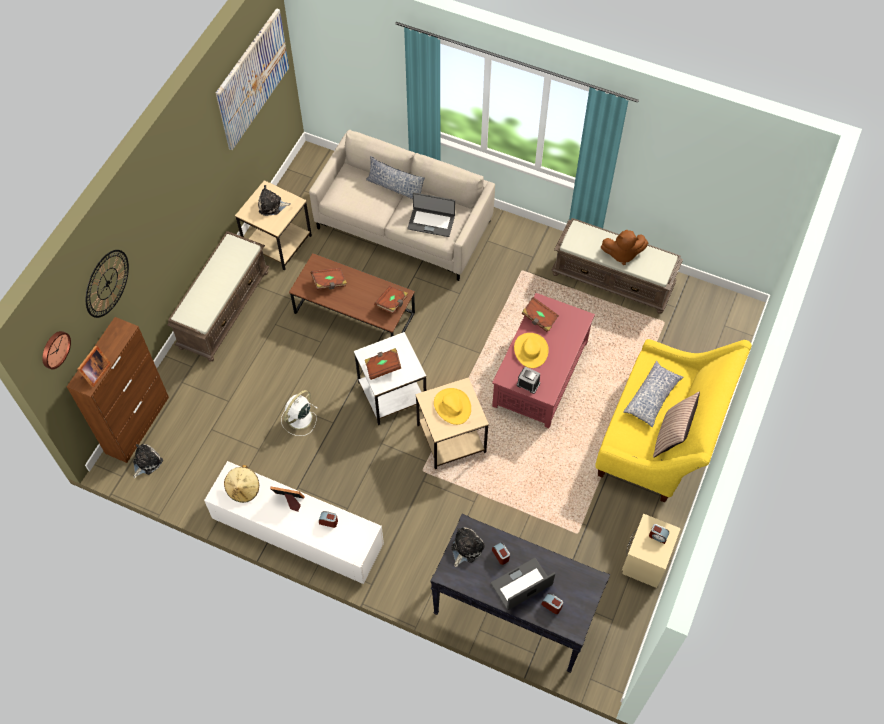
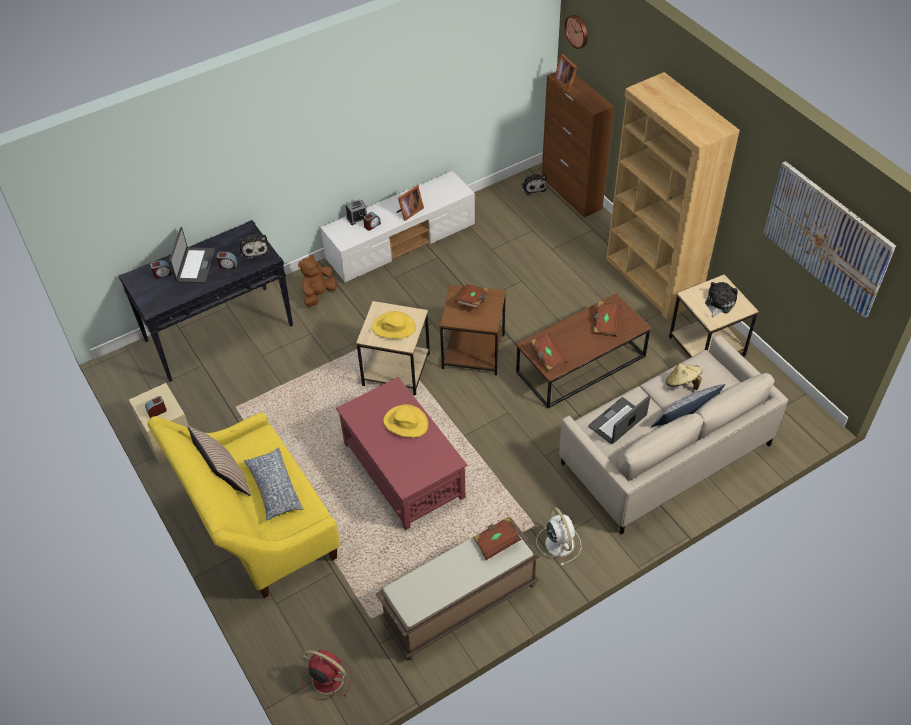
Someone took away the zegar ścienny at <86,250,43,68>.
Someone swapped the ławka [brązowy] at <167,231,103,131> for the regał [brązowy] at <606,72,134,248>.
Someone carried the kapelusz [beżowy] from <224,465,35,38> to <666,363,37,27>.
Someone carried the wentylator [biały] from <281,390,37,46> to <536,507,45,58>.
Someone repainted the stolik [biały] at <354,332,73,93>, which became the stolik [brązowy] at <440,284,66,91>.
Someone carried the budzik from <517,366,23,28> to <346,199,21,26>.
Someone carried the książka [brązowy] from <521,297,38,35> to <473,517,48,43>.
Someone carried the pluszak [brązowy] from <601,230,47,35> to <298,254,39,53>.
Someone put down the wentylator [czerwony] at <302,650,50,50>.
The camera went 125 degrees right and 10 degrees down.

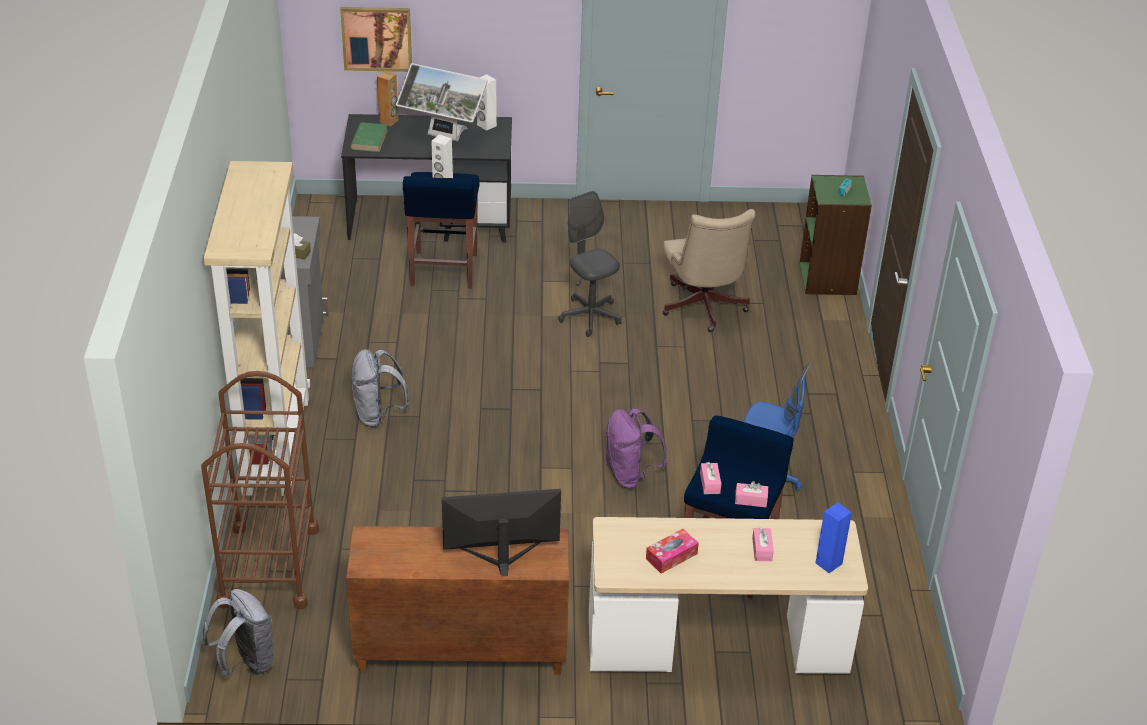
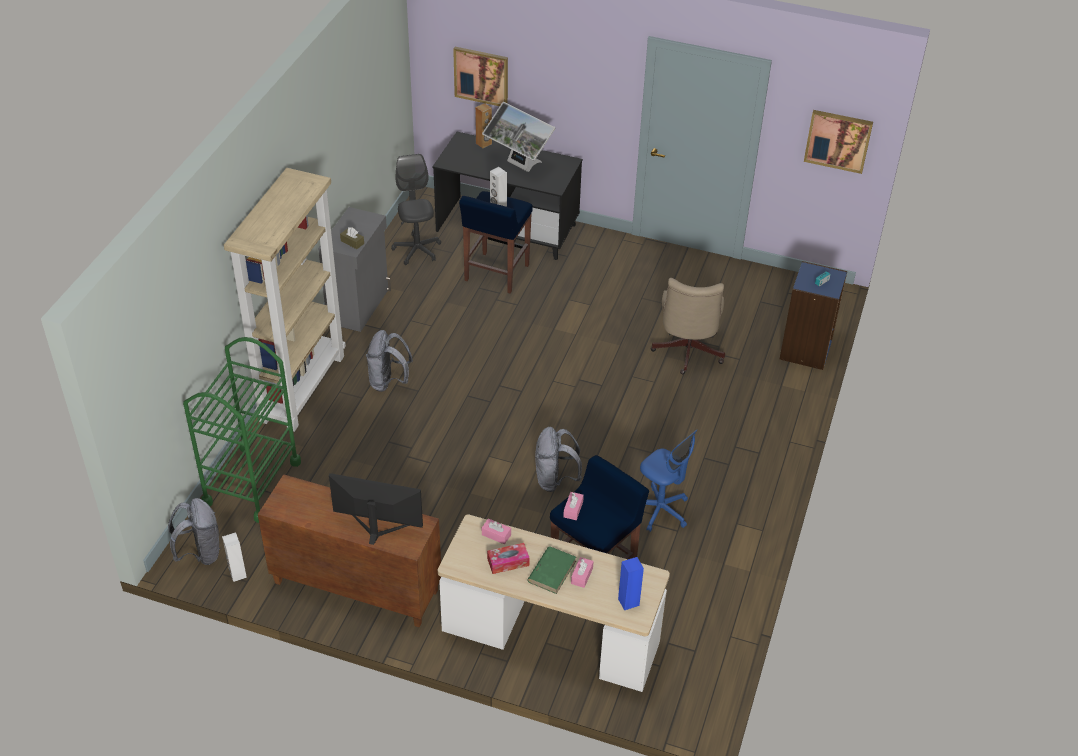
Someone repainted the wózek [brązowy] at <201,371,118,238>, which became the wózek [zielony] at <183,337,118,186>.
Someone carried the książka [zielony] from <350,122,38,30> to <528,546,48,48>.
Someone carried the głośnik [biały] from <477,74,20,57> to <222,532,25,50>.
Someone carried the krzesło biurowe [szary] from <558,191,64,146> to <391,154,50,111>.
Someone repainted the plecak [fioletowy] at <605,408,63,81>, which became the plecak [szary] at <535,427,47,65>.
Someone carried the pudełko chusteczek [różowy] from <735,481,33,26> to <482,518,29,26>.
Someone repainted the regał [zielony] at <799,175,73,120>, which became the regał [niebieski] at <780,261,67,109>.
Someone put up the obraz at <804,110,69,64>.
The camera went 20 degrees right and 5 degrees up.

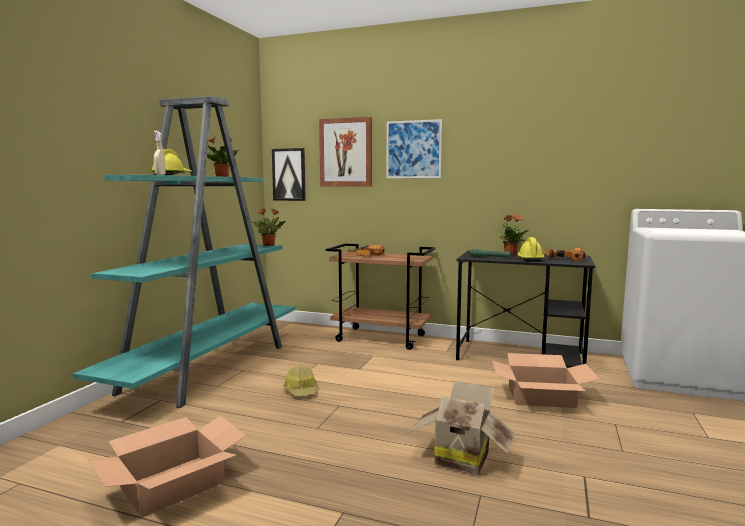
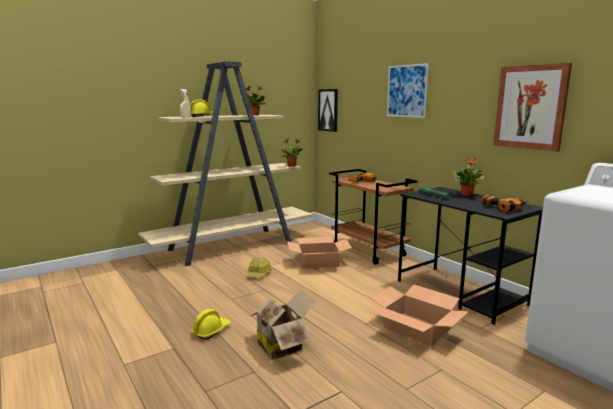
Someone repainted the regał [turkusowy] at <72,96,223,312>, which became the regał [beżowy] at <138,61,175,205>.
Someone carried the karton from <87,416,160,101> to <287,237,65,31>.
Someone carried the obraz from <319,117,53,69> to <493,63,79,88>.
Someone carried the kask [żółty] from <517,237,28,24> to <191,309,40,31>.
The camera went 35 degrees right and 5 degrees up.

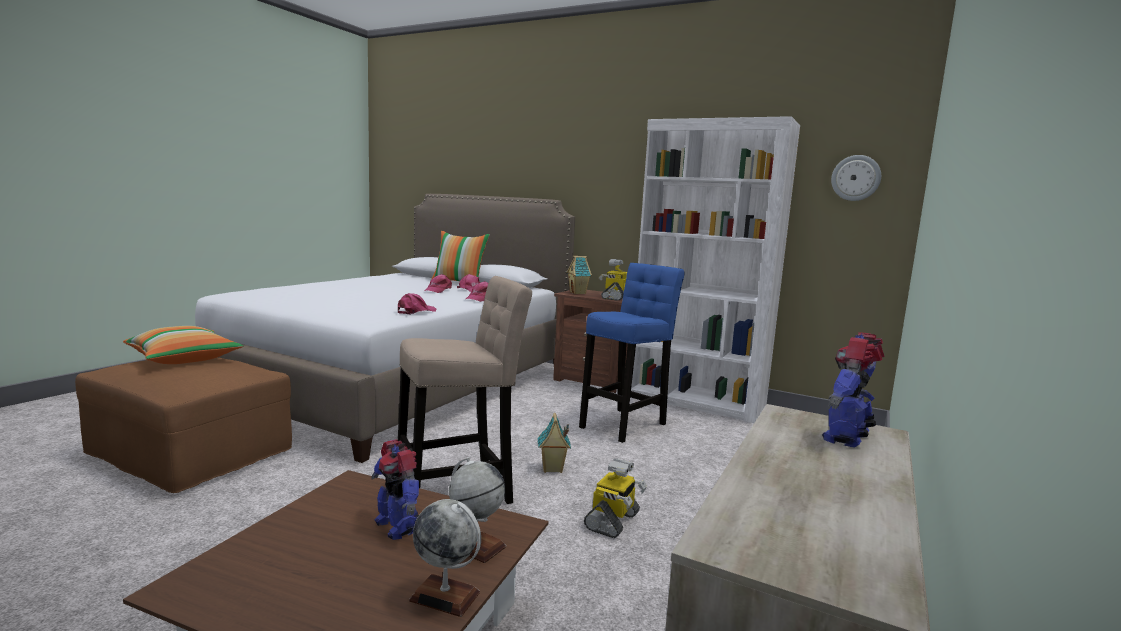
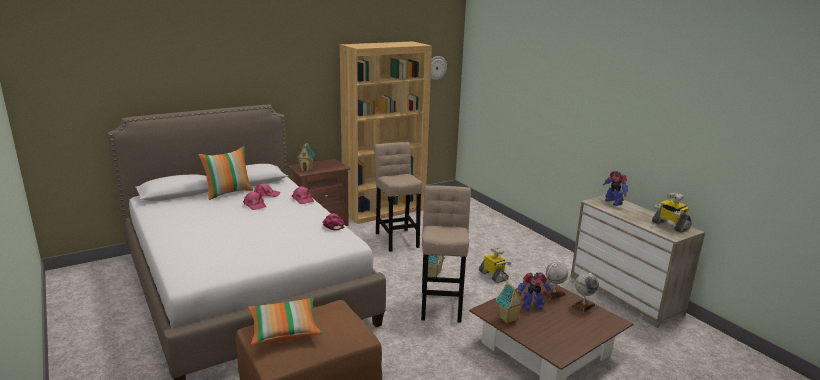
Someone repainted the stołek [niebieski] at <579,263,106,180>, which became the stołek [beżowy] at <374,142,48,110>.
Someone carried the robot zabawkowy from <599,259,28,42> to <652,192,40,41>.
Someone repainted the regał [biały] at <631,116,169,307>, which became the regał [brązowy] at <340,41,92,183>.
Someone put down the domek at <495,282,29,42>.
The camera went 60 degrees left and 10 degrees up.

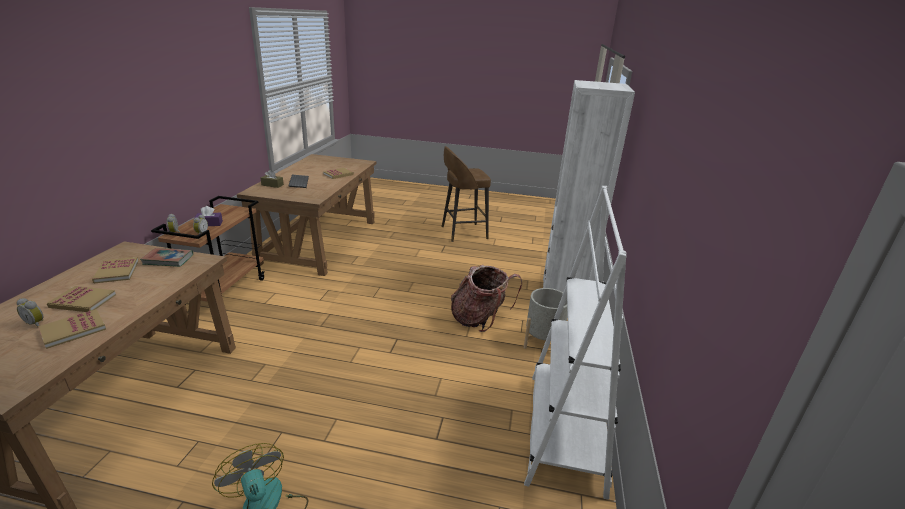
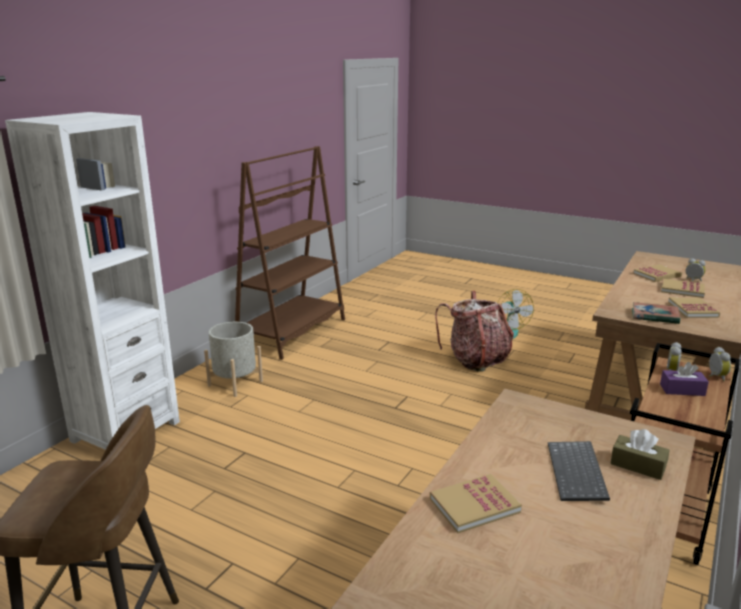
Someone carried the plecak from <451,265,71,67> to <435,291,79,81>.
Someone repainted the regał [biały] at <524,186,103,313>, which became the regał [brązowy] at <235,146,110,214>.
The camera went 160 degrees left and 5 degrees down.

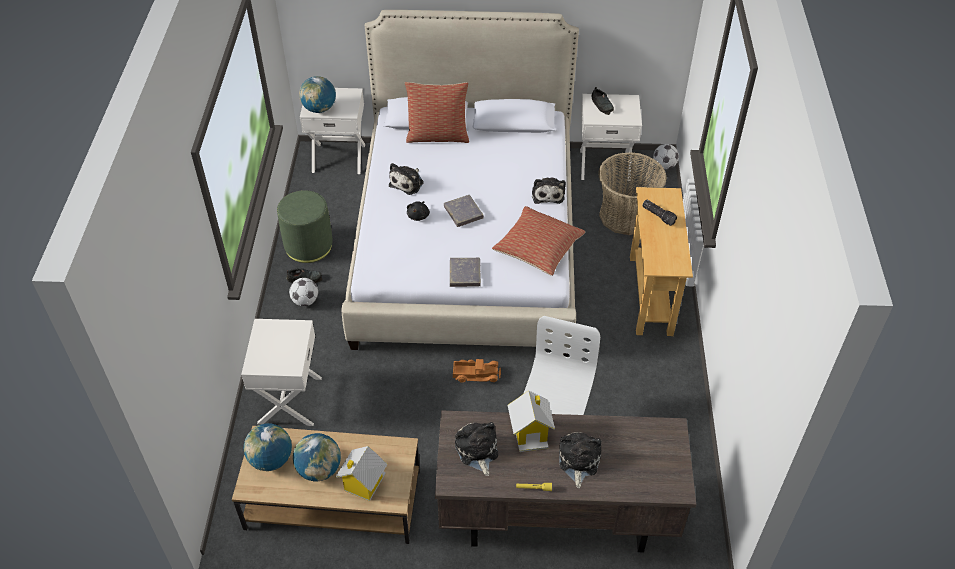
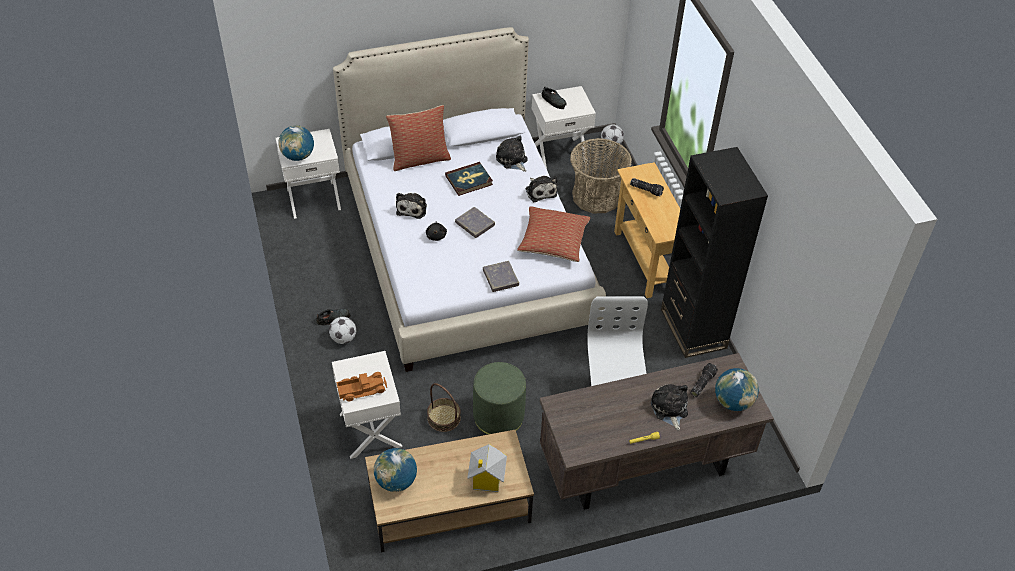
Someone carried the pufa [zielony] from <277,190,56,73> to <473,362,53,73>.
Someone carried the globus from <293,433,48,48> to <715,368,44,43>.
Someone carried the ciężarówka zabawkowa from <453,359,48,24> to <336,372,51,30>.
Someone carried the pluszak from <455,422,43,54> to <496,136,32,36>.
Someone took away the domek at <508,390,47,62>.
Someone put down the koszyk at <427,383,34,49>.
Someone put down the książka at <445,162,48,34>.
Someone put down the regał [czarny] at <661,147,107,211>.
Someone put down the latarka at <690,363,28,34>.
The camera went 20 degrees left and 0 degrees up.

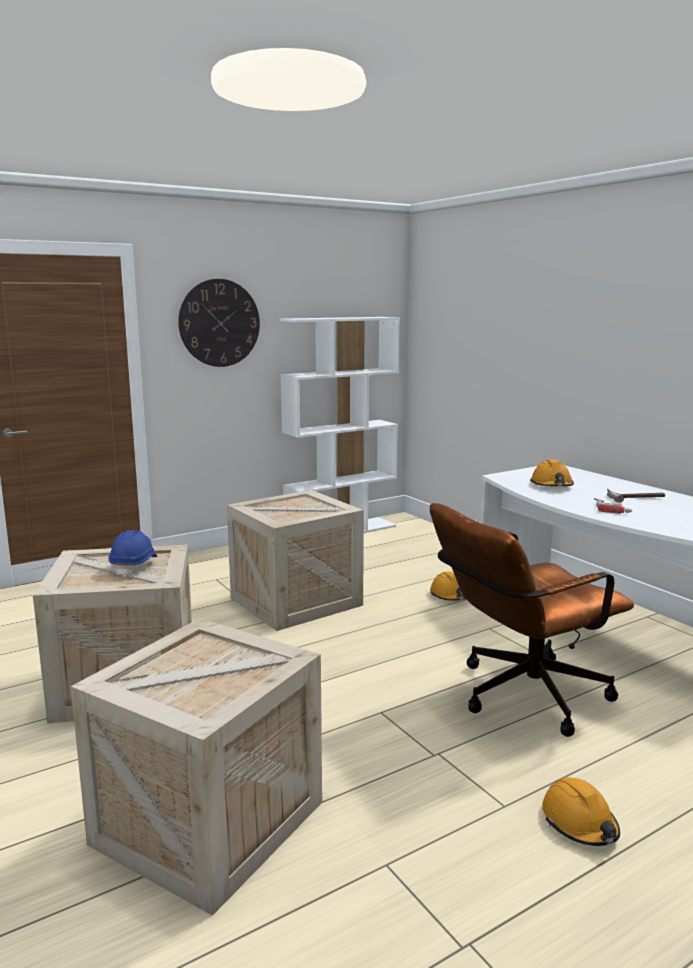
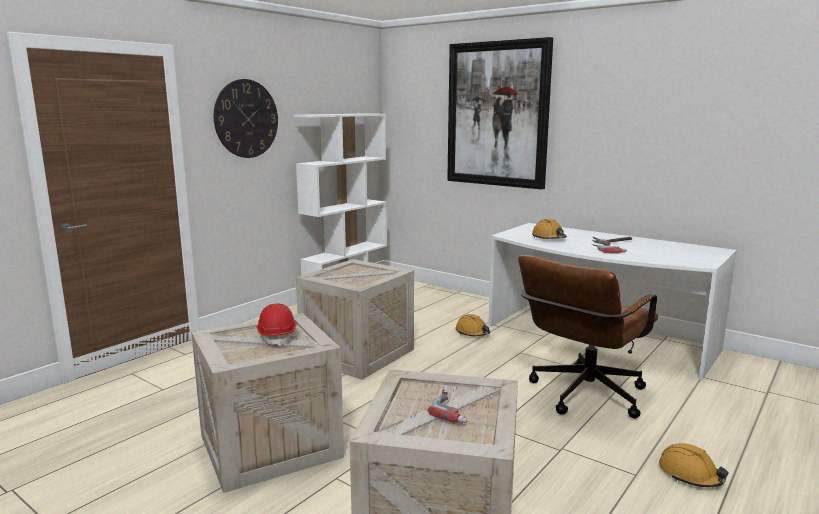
Someone repainted the kask [niebieski] at <109,530,48,47>, which became the kask [czerwony] at <257,303,40,43>.
Someone put down the wiertarka at <428,389,39,34>.
Someone put up the obraz at <447,37,106,152>.
The camera went 20 degrees left and 0 degrees up.

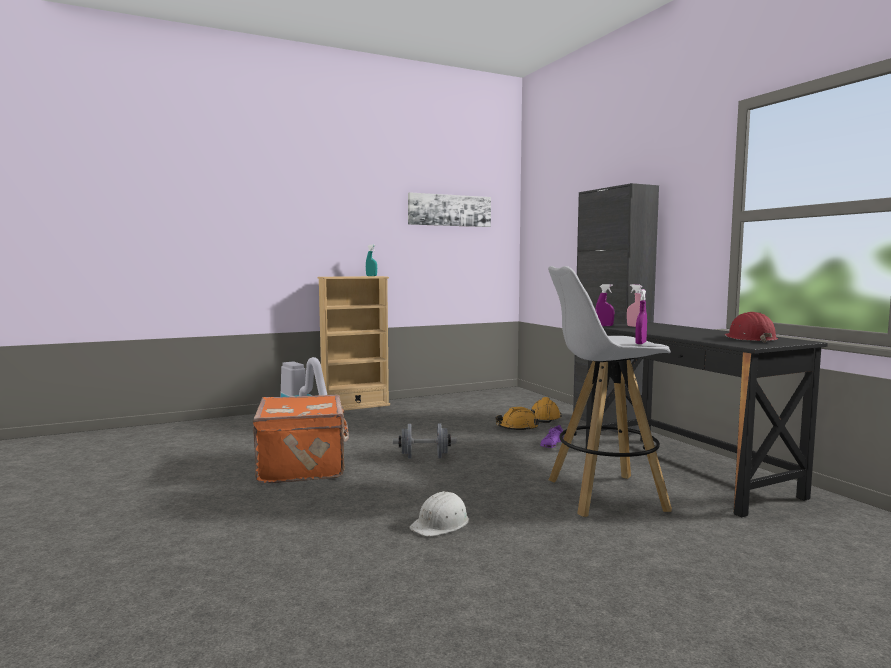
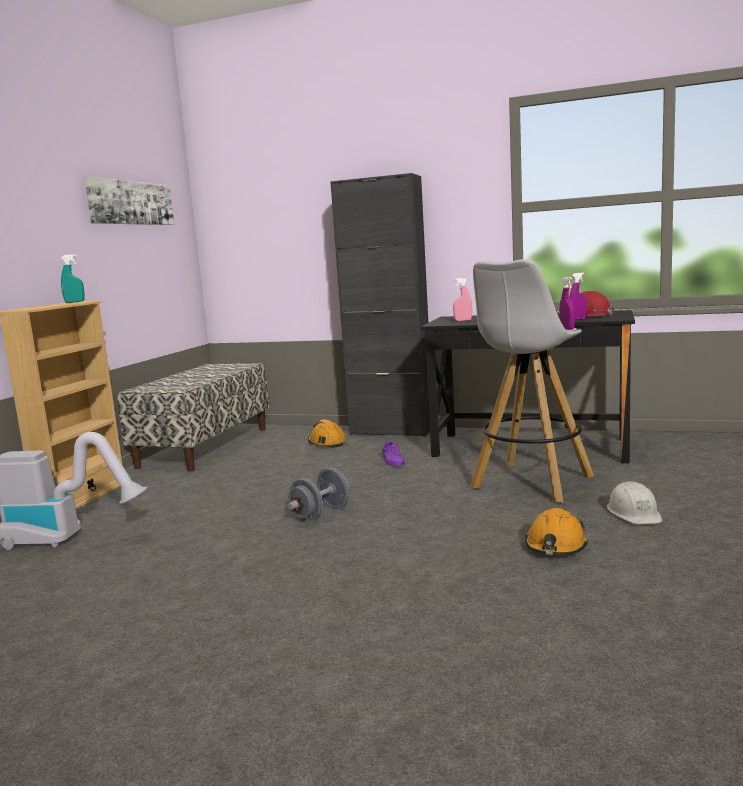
Someone took away the walizka [pomarańczowy] at <253,394,96,89>.
Someone carried the kask [biały] from <409,491,60,46> to <607,481,55,44>.
Someone carried the kask [pomarańczowy] from <496,407,43,24> to <525,508,63,47>.
Someone carried the spryskiwacz [fioletowy] from <595,284,19,42> to <569,272,18,48>.
Someone put down the ławka at <117,363,152,109>.
The camera went 45 degrees left and 5 degrees up.

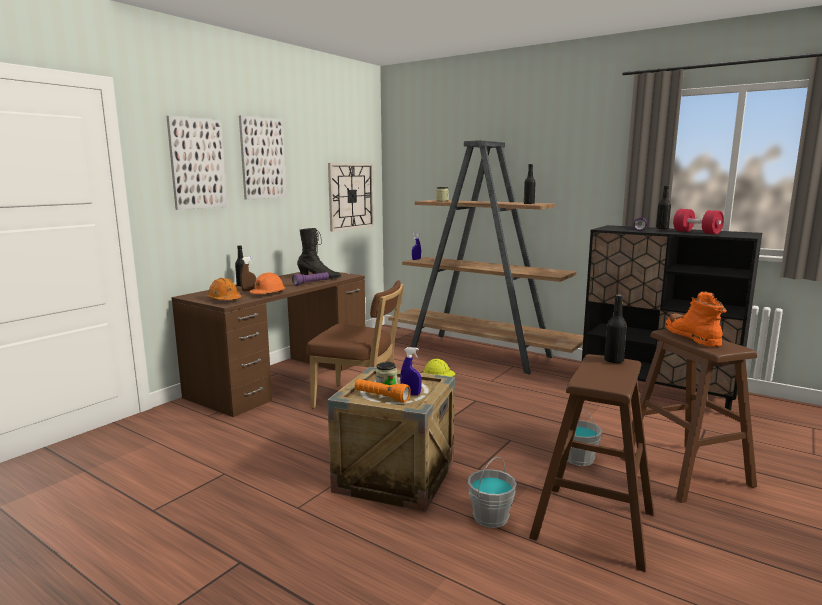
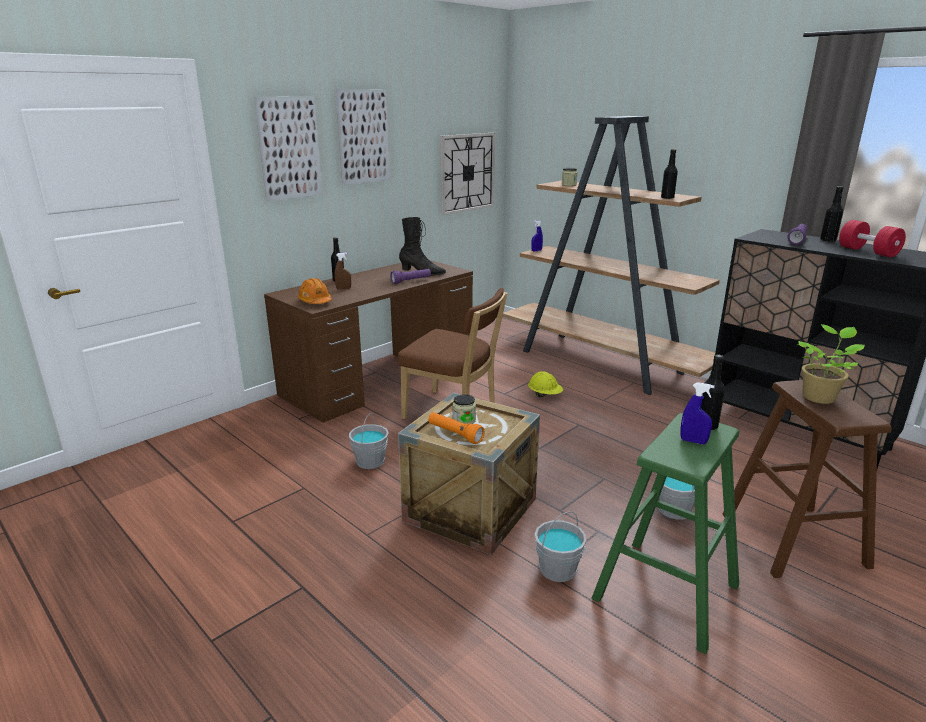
Someone took away the kask [pomarańczowy] at <249,273,36,21>.
Someone carried the spryskiwacz [niebieski] from <400,347,22,48> to <680,382,35,62>.
Someone repainted the stołek [brązowy] at <529,354,125,218>, which became the stołek [zielony] at <591,413,148,241>.
Someone swapped the but z cholewką [pomarańczowy] at <665,292,62,55> for the roślina doniczkowa at <796,324,69,80>.
Someone put down the wiadro [szary] at <349,413,40,56>.
The camera went 10 degrees right and 10 degrees up.

